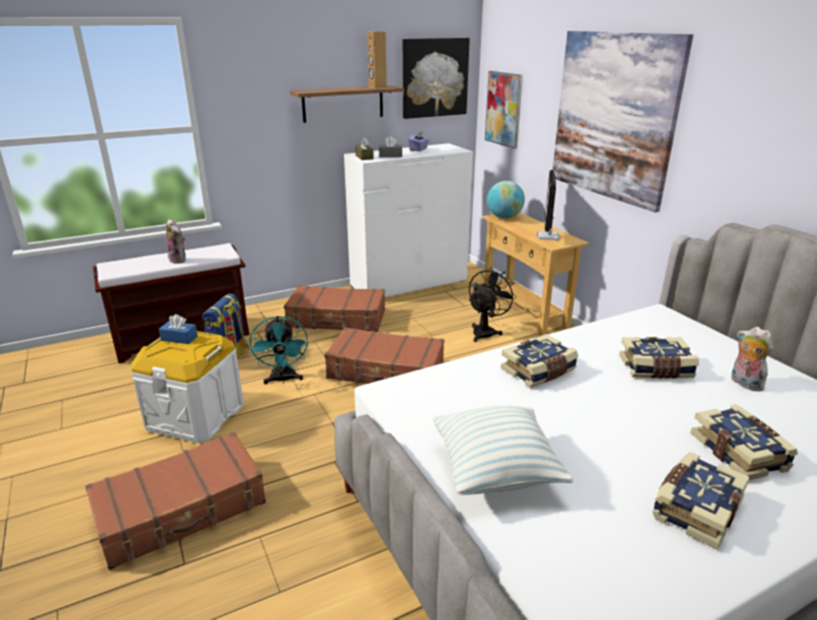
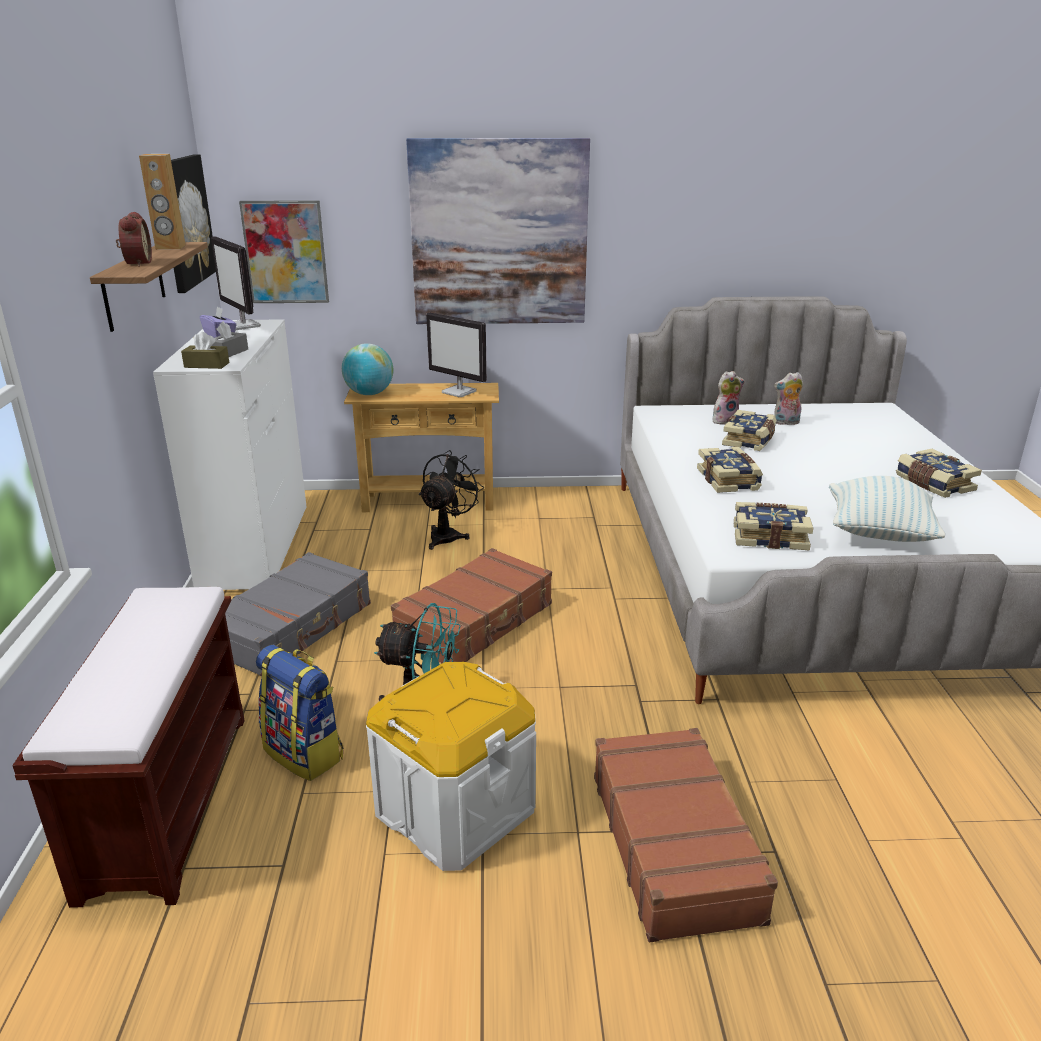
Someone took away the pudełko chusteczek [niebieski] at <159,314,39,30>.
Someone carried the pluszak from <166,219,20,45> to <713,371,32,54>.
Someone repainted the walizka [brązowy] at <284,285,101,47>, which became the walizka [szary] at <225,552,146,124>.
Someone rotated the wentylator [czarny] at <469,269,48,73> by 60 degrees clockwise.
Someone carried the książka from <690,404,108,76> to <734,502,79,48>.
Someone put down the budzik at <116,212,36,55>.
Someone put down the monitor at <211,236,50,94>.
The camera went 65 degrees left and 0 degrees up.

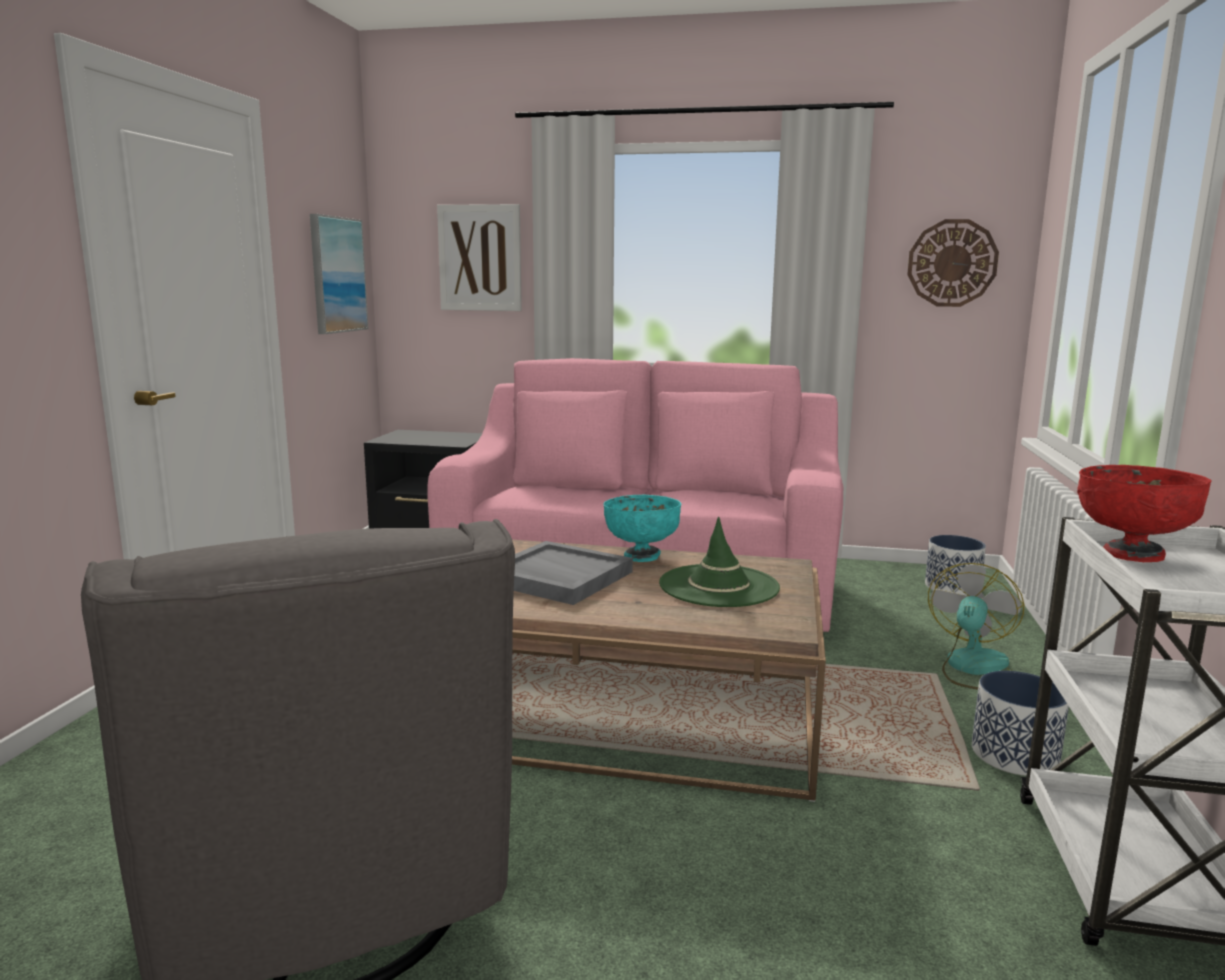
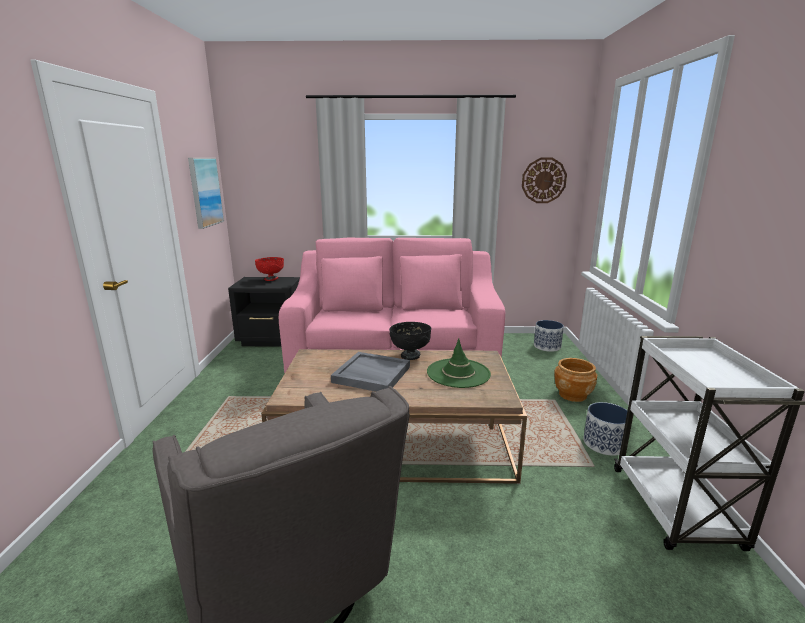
Someone took away the obraz at <437,204,85,107>.
Someone repainted the miska [turkusowy] at <603,495,79,67>, which became the miska [czarny] at <389,322,42,38>.
Someone swapped the wentylator at <928,563,97,127> for the donica [brązowy] at <554,358,43,44>.
Someone carried the miska [czerwony] from <1077,465,134,97> to <255,257,29,24>.
The camera went 10 degrees left and 5 degrees up.

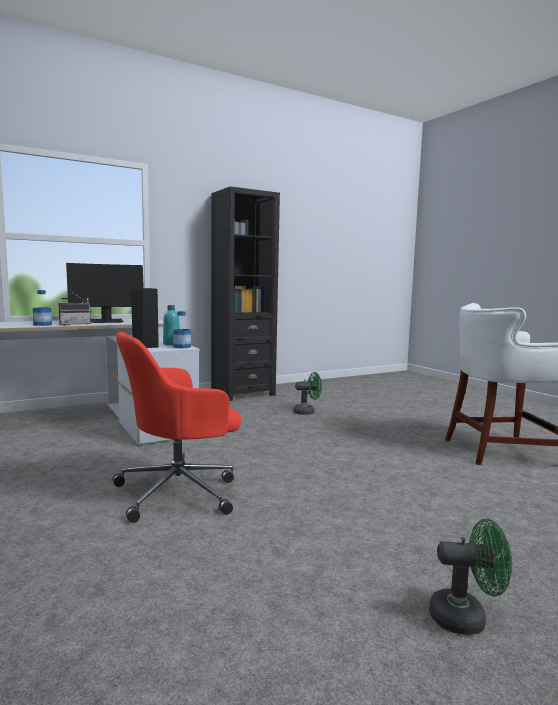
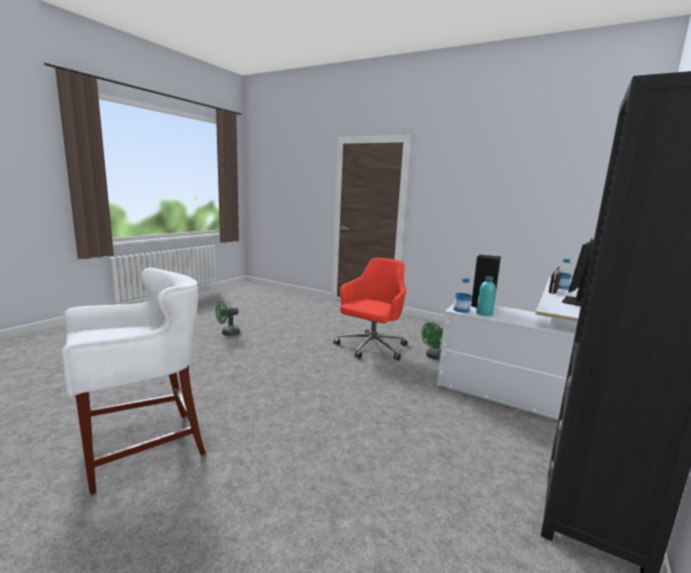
Someone carried the wentylator [zielony] from <293,372,29,43> to <421,322,22,38>.
The camera went 150 degrees right and 5 degrees up.

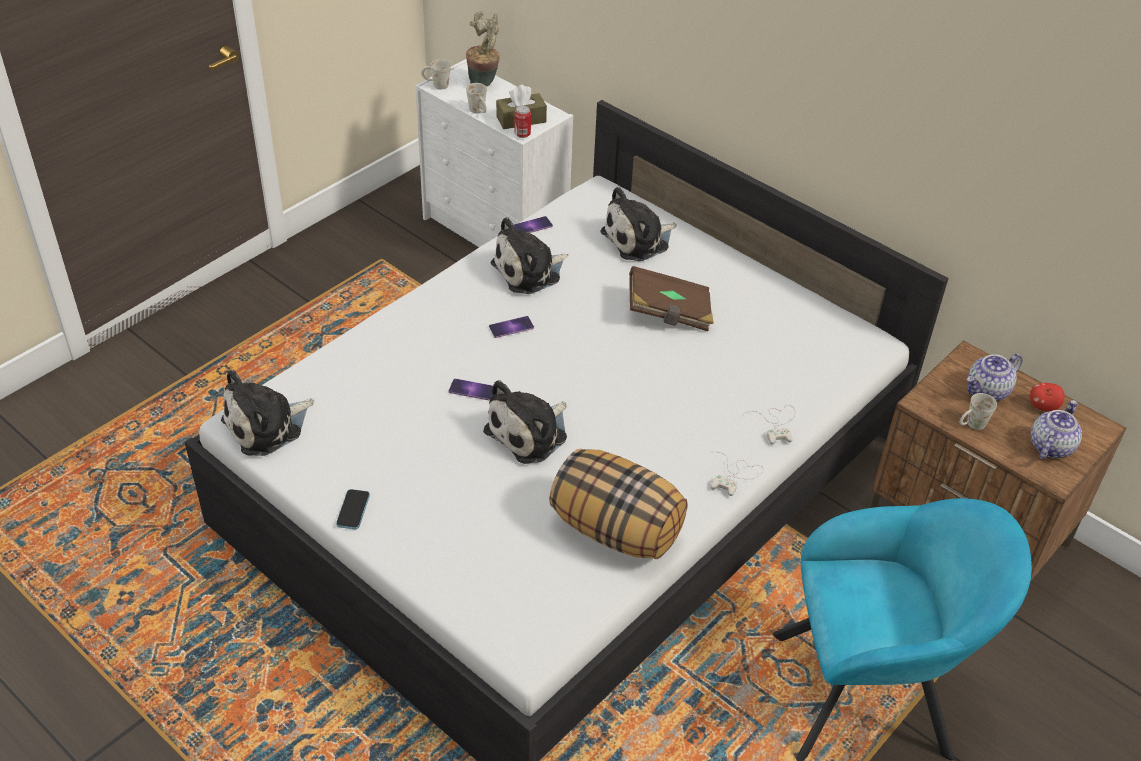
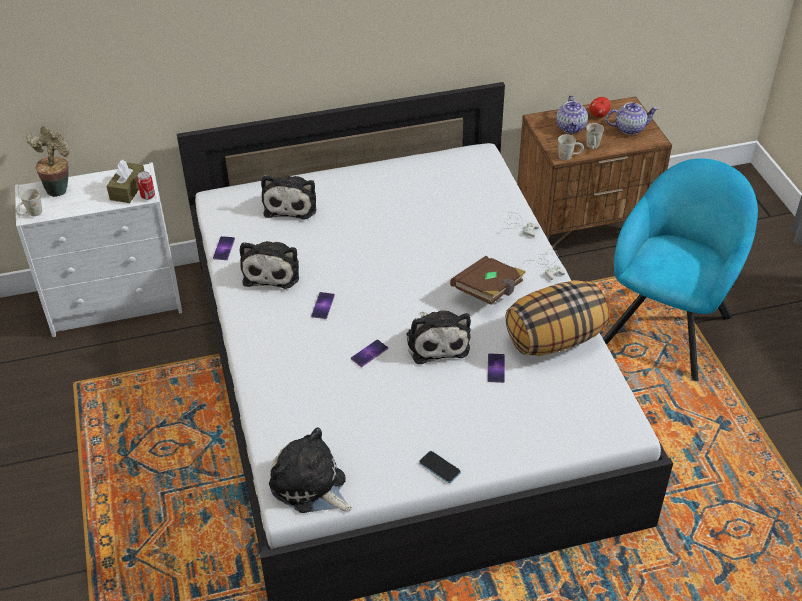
Someone rotated the pluszak at <221,369,93,87> by 135 degrees clockwise.
Someone carried the kubek [biały] from <466,83,21,30> to <558,134,26,26>.
Someone carried the książka [brązowy] from <629,266,85,65> to <450,256,76,49>.
Someone rotated the imbryk at <1031,400,51,60> by 105 degrees clockwise.
Someone put down the telefon at <488,353,17,30>.
The camera went 55 degrees left and 0 degrees up.

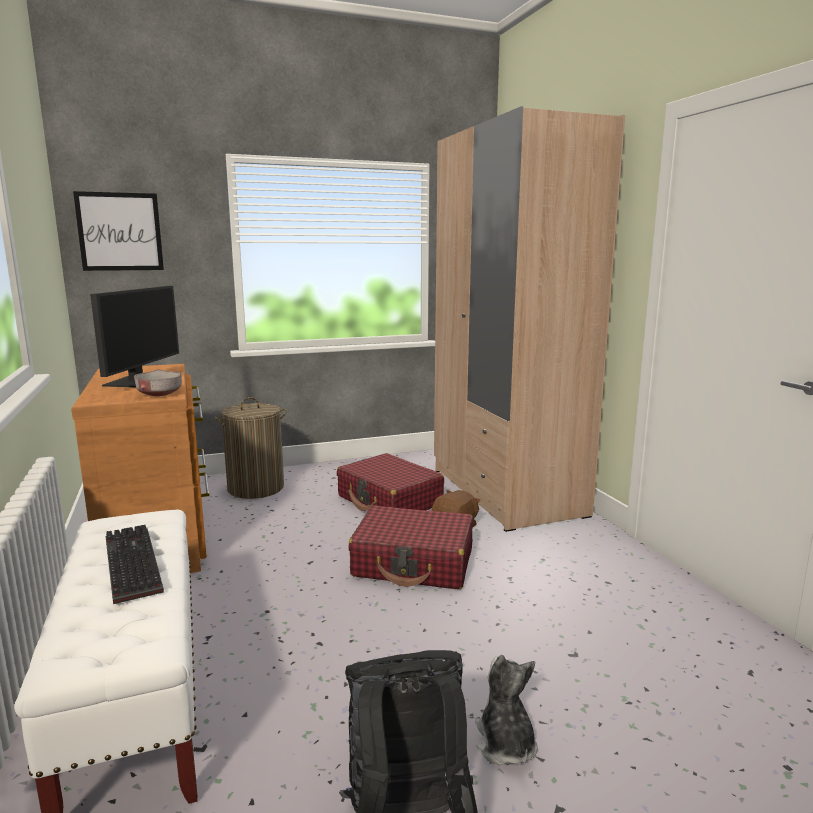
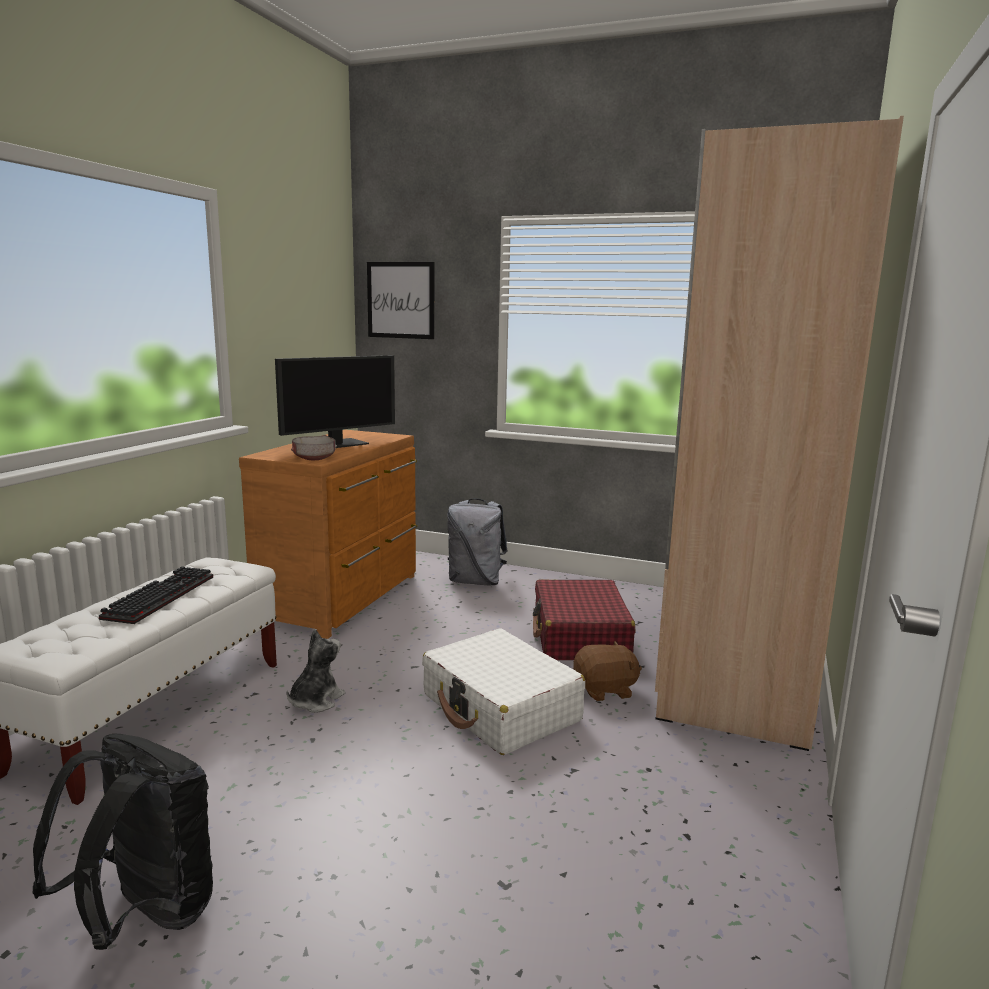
Someone swapped the kosz na pranie at <215,397,71,102> for the plecak [szary] at <447,498,61,87>.
Someone repainted the walizka [czerwony] at <348,505,125,84>, which became the walizka [biały] at <422,628,163,127>.
Someone carried the pluszak from <475,655,62,110> to <286,629,59,84>.
The camera went 40 degrees right and 0 degrees up.

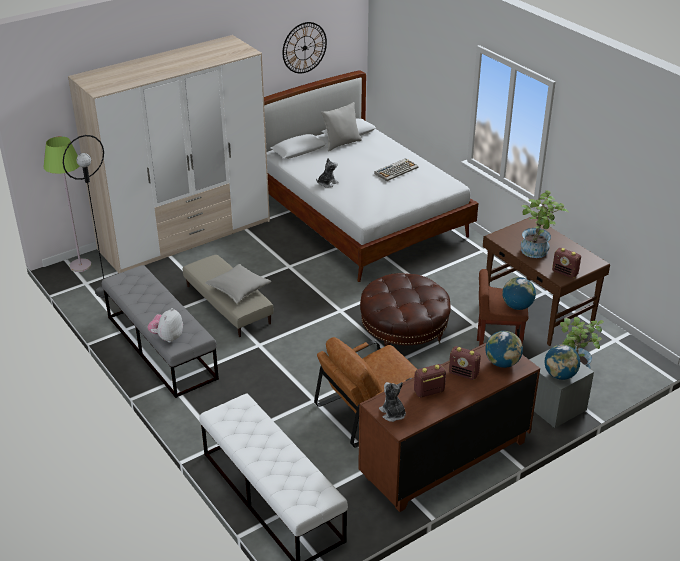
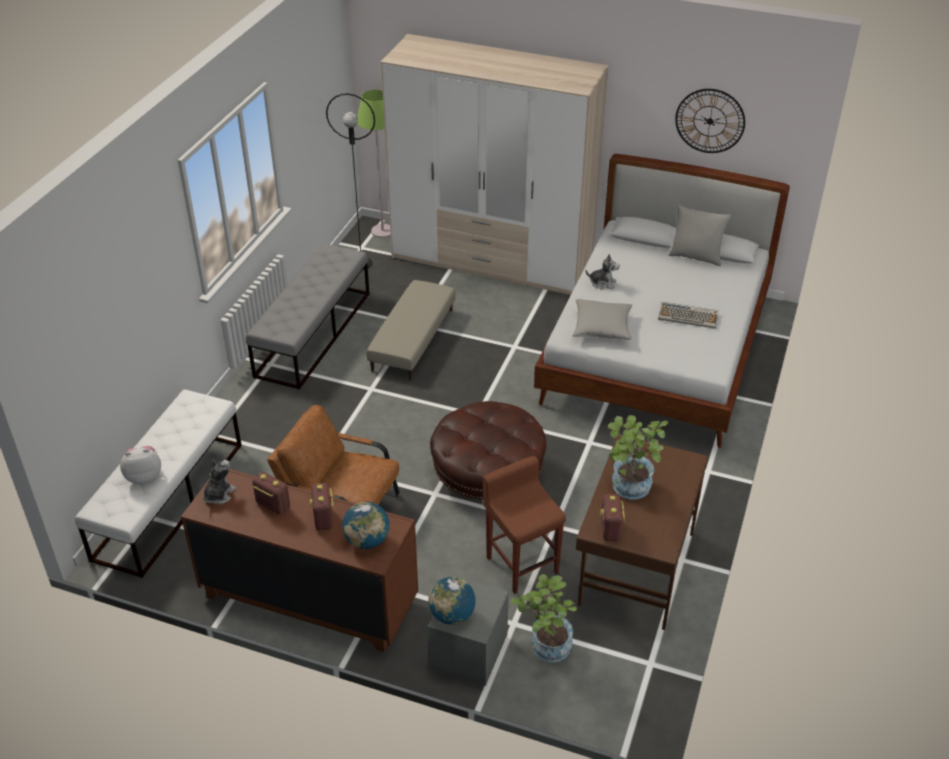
Someone carried the pluszak from <148,308,35,34> to <120,445,41,39>.
Someone carried the poduszka [szary] from <205,264,66,40> to <572,299,61,41>.
Someone took away the globus at <502,277,34,33>.
The camera went 55 degrees right and 5 degrees up.

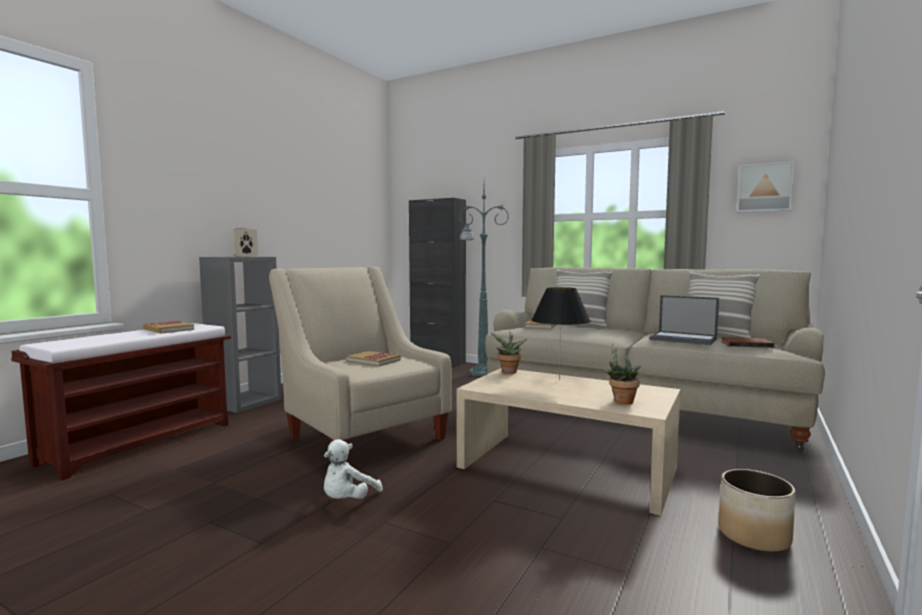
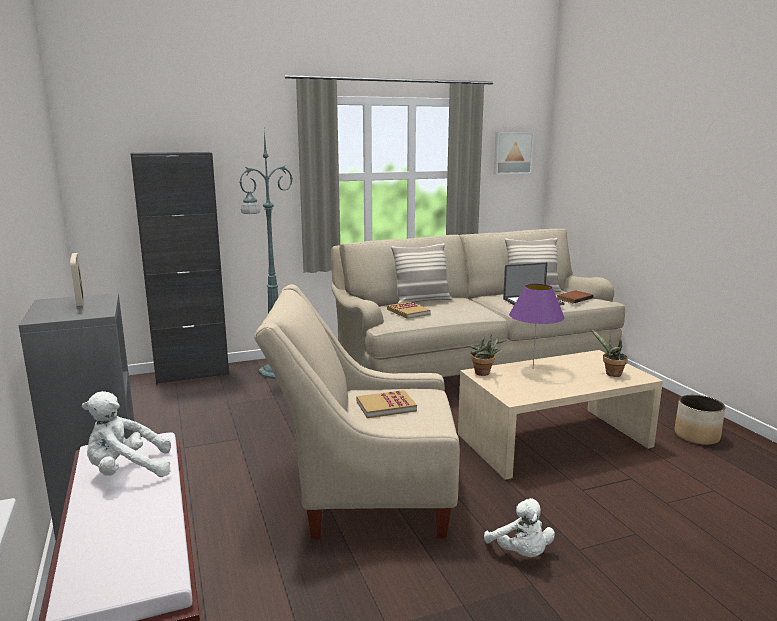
Someone swapped the książka at <143,321,51,13> for the pluszak [biały] at <82,391,89,86>.
Someone repainted the lampa stołowa [czarny] at <531,287,60,94>, which became the lampa stołowa [fioletowy] at <509,284,56,83>.
The camera went 50 degrees left and 10 degrees up.

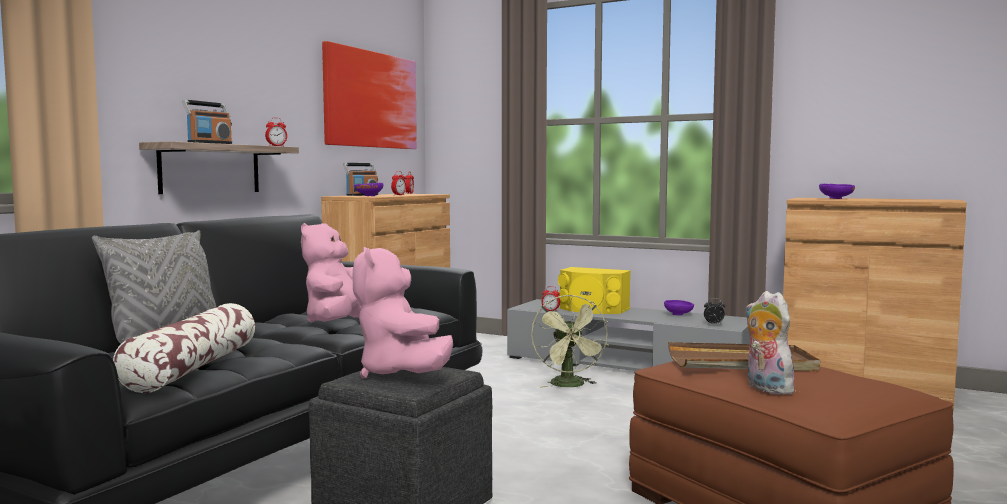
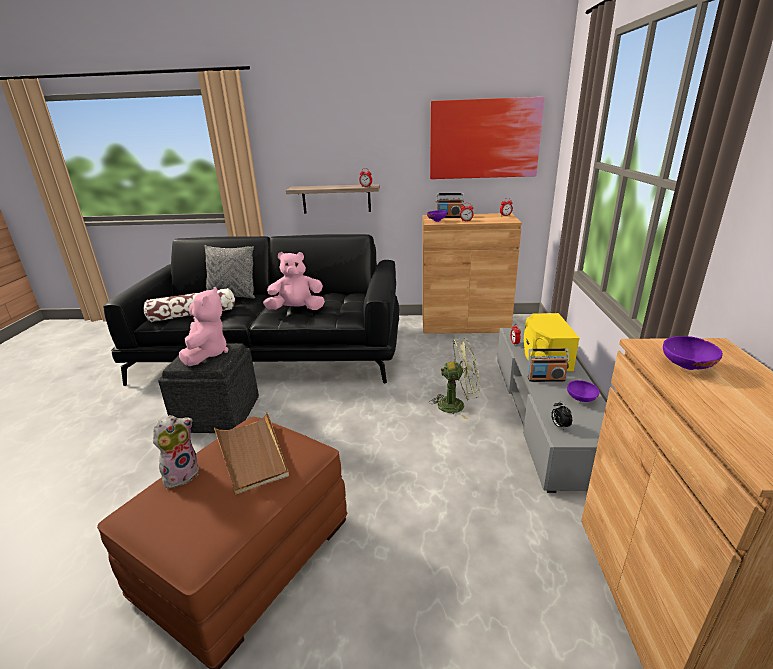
Someone carried the radio from <182,100,50,44> to <528,349,41,33>.
Someone rotated the pluszak [różowy] at <353,247,100,131> by 135 degrees clockwise.
Someone rotated the wentylator [zielony] at <531,295,78,93> by 150 degrees counterclockwise.
The camera went 65 degrees right and 20 degrees up.

